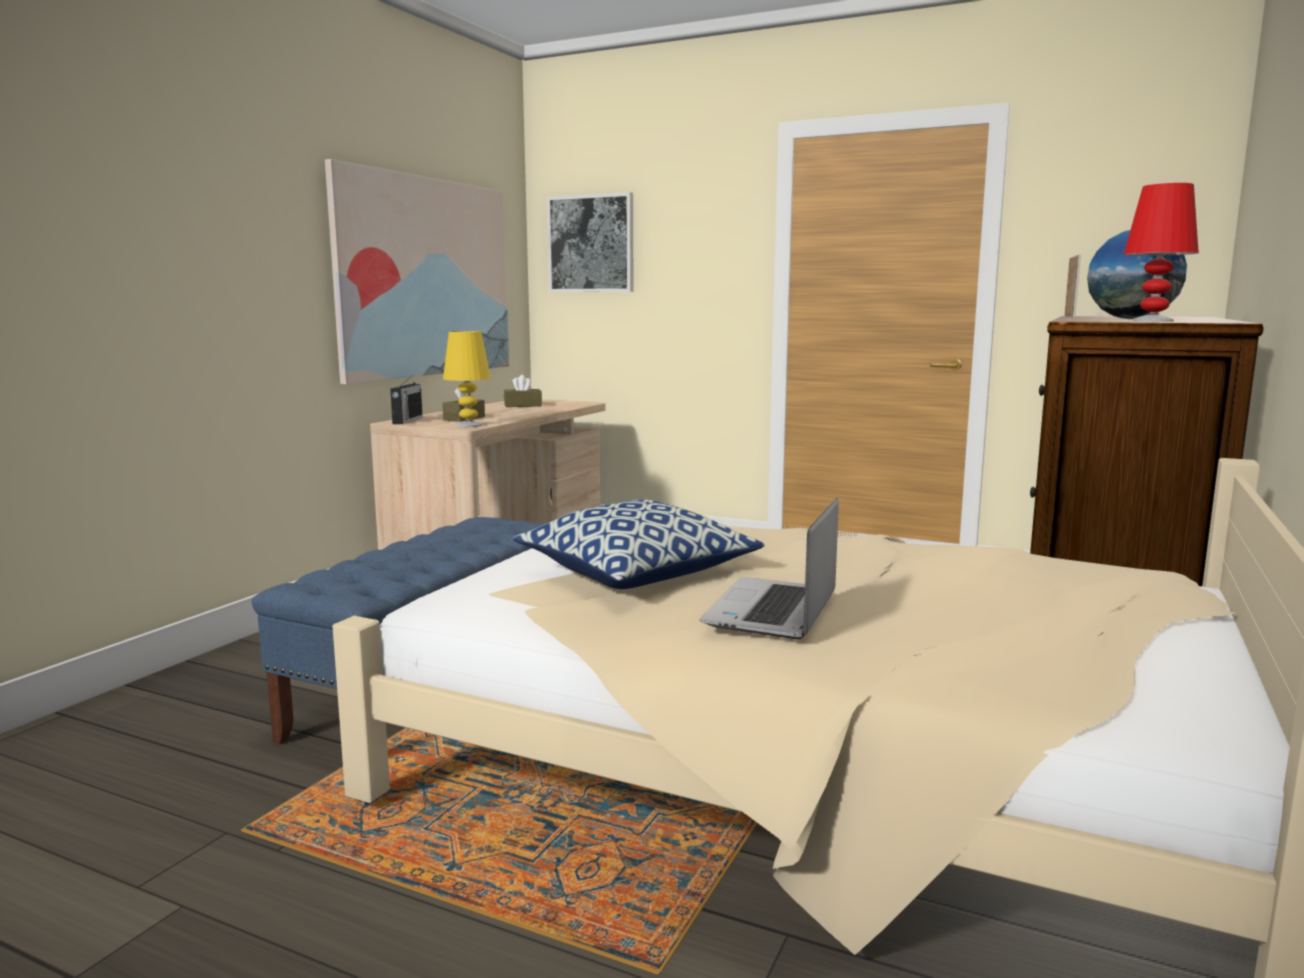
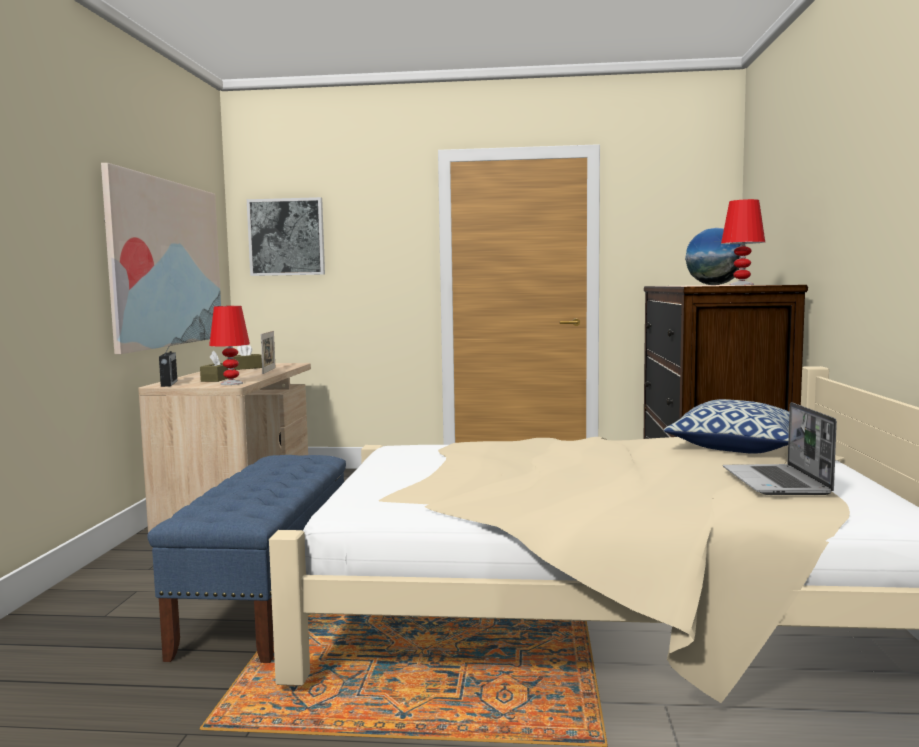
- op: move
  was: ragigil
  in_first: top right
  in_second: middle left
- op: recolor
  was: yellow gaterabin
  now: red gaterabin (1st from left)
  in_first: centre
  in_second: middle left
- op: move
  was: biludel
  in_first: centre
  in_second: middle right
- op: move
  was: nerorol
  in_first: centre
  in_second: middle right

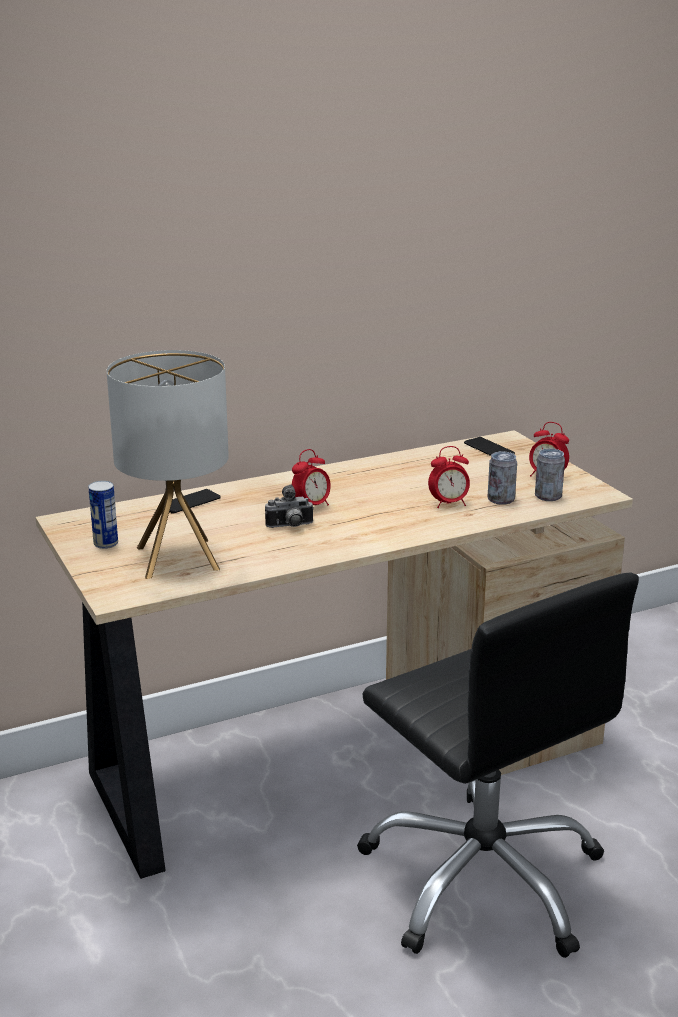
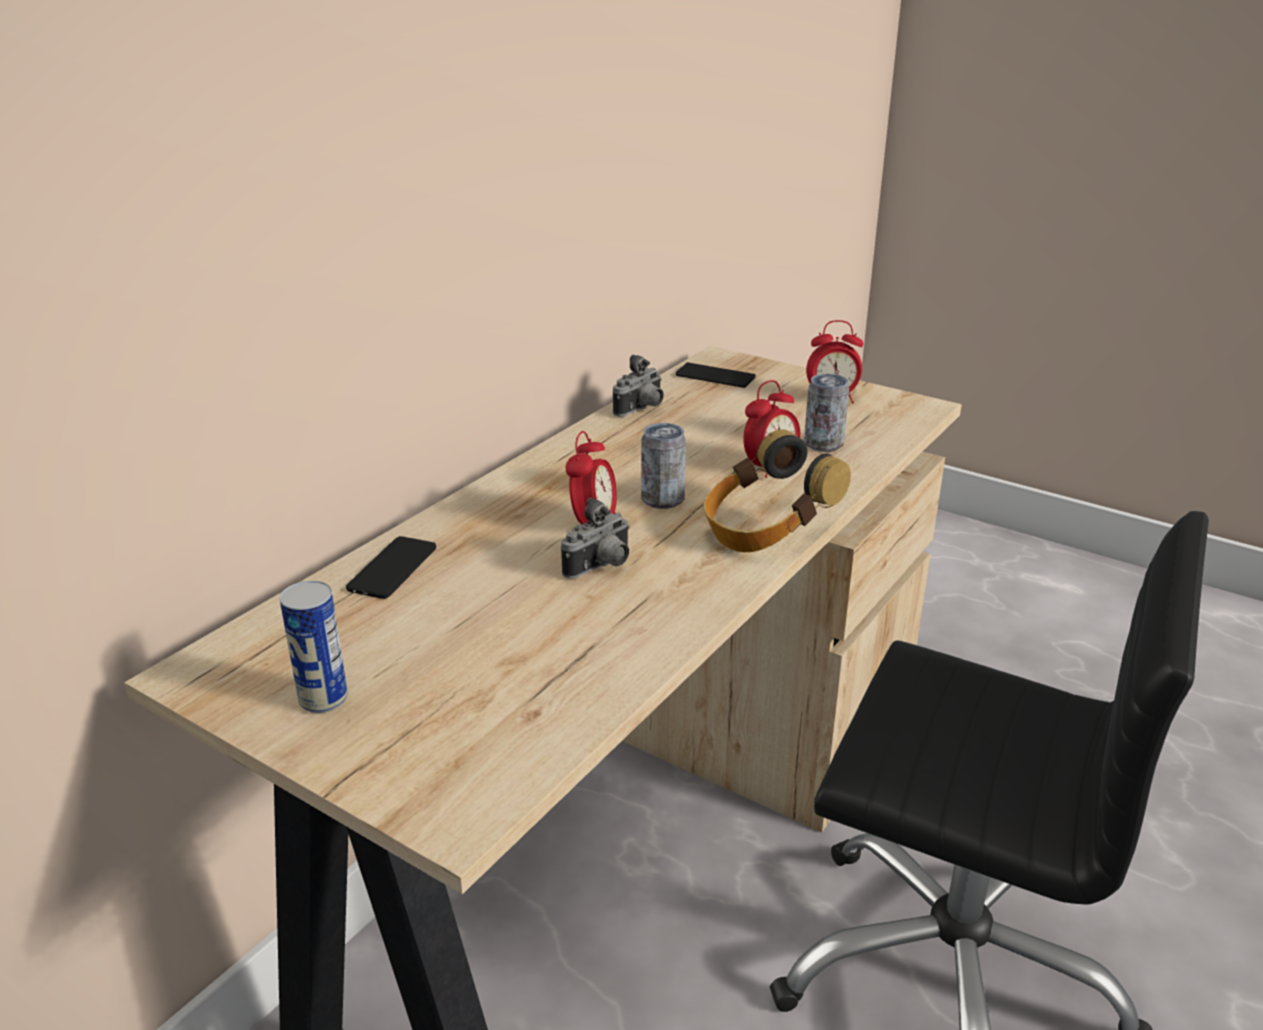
- op: delete
  was: gaterabin
  in_first: middle left
- op: move
  was: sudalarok (3rd from left in the first image)
  now: sudalarok (2nd from left)
  in_first: middle right
  in_second: centre
- op: insert
  now: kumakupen (2nd from left)
  in_second: centre
- op: insert
  now: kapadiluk
  in_second: centre

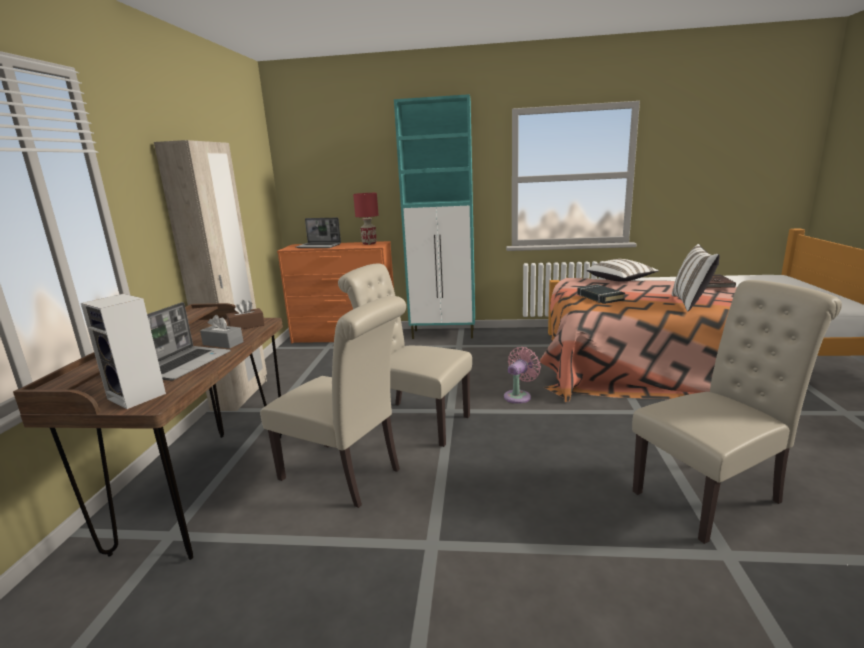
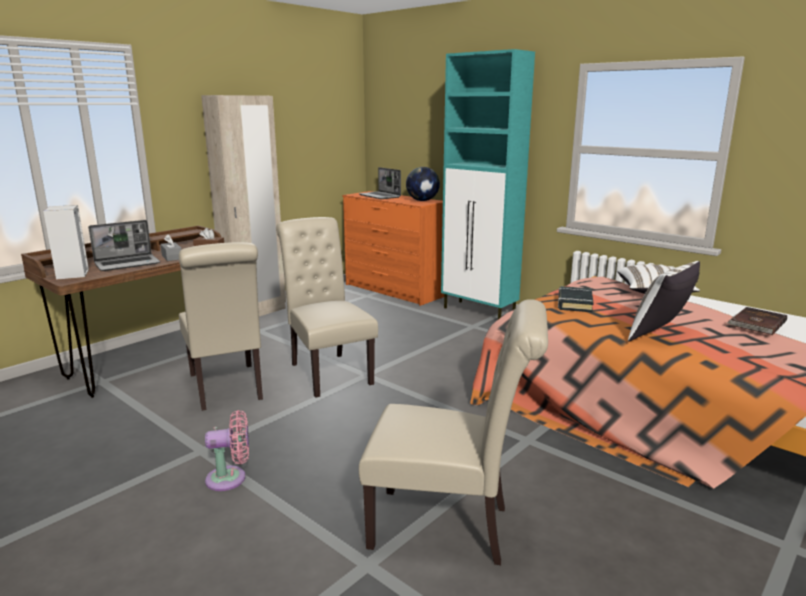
- op: replace
  was: red gaterabin
  now: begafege
  in_first: centre
  in_second: top centre
- op: move
  was: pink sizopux
  in_first: centre
  in_second: bottom left

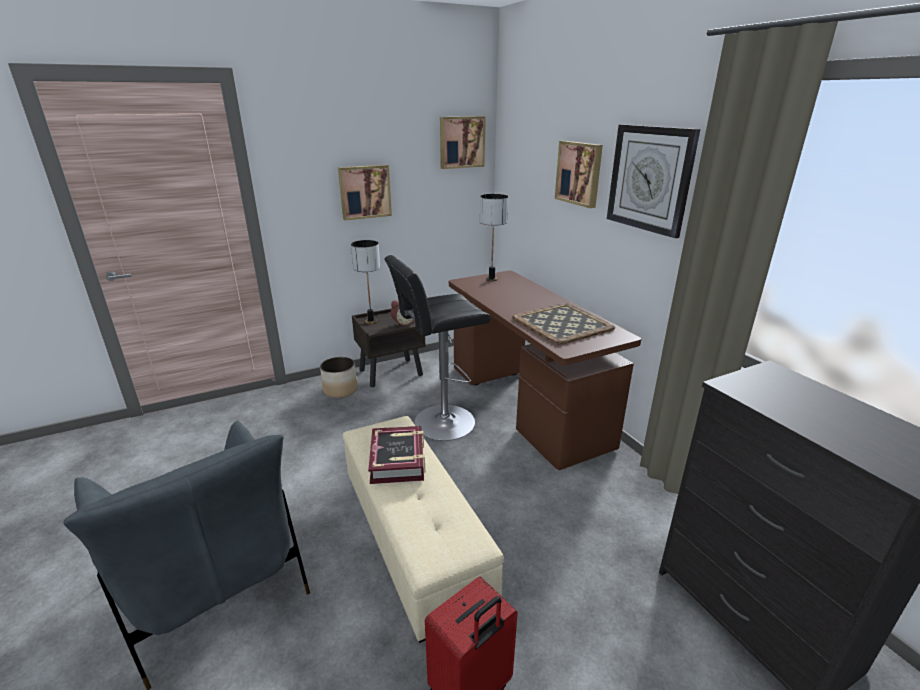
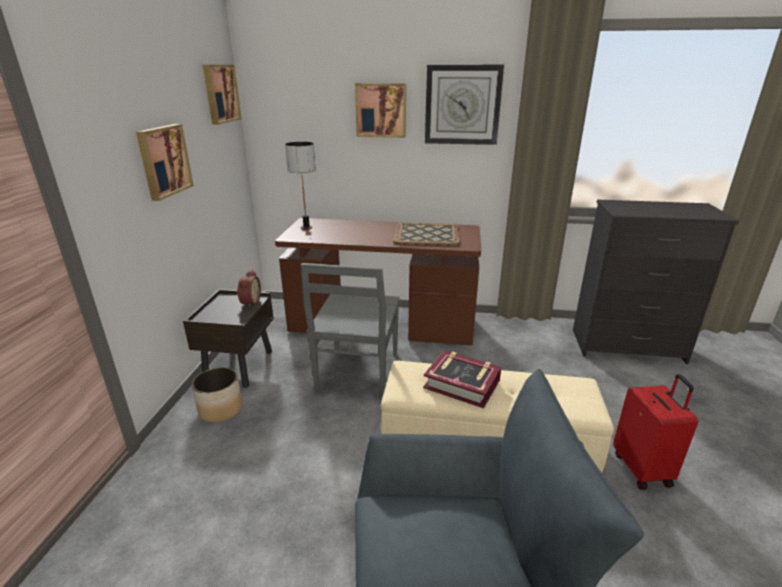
- op: delete
  was: gaterabin (1st from left)
  in_first: centre
- op: replace
  was: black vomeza
  now: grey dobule
  in_first: centre
  in_second: centre

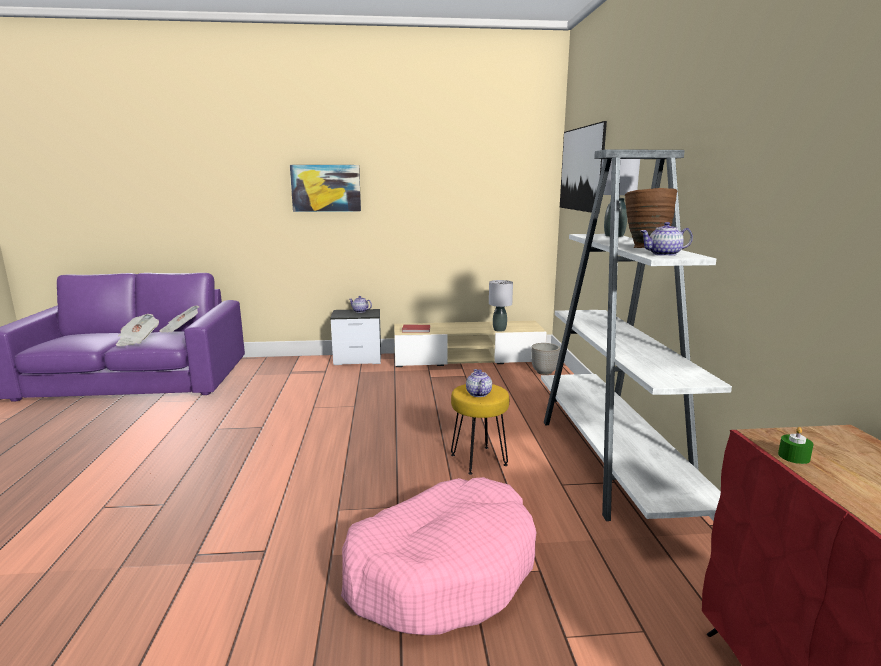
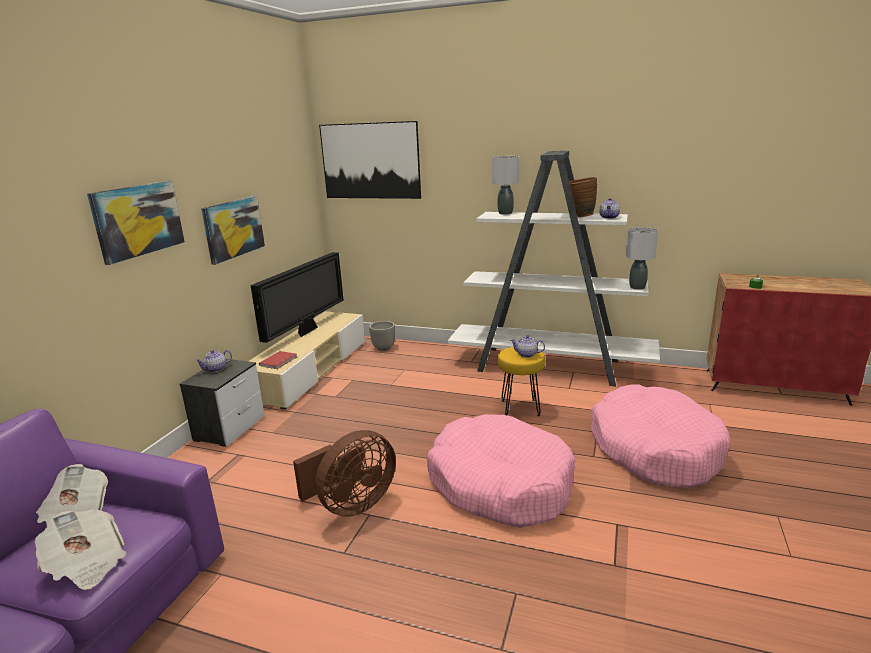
- op: move
  was: grey gaterabin (1st from left in the first image)
  now: grey gaterabin (2nd from left)
  in_first: centre
  in_second: middle right
- op: insert
  now: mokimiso (2nd from left)
  in_second: middle left
- op: insert
  now: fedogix
  in_second: centre
- op: insert
  now: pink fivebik (1st from left)
  in_second: bottom centre
- op: insert
  now: brown sizopux
  in_second: bottom centre

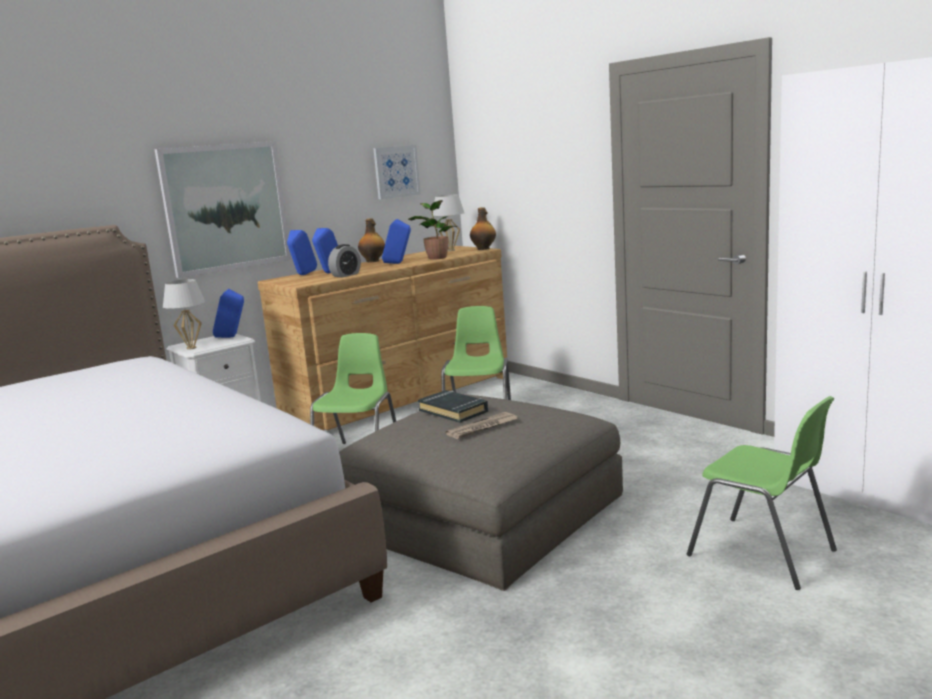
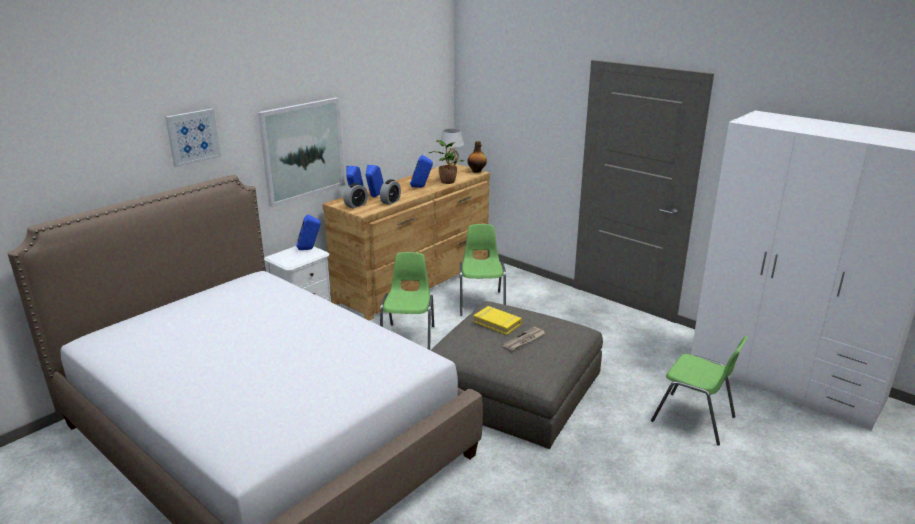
- op: move
  was: mokimiso (2nd from left in the first image)
  now: mokimiso (1st from left)
  in_first: top centre
  in_second: top left
- op: delete
  was: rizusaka (1st from left)
  in_first: centre
- op: delete
  was: white gaterabin (1st from left)
  in_first: middle left
- op: recolor
  was: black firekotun
  now: yellow firekotun
  in_first: centre
  in_second: centre
- op: insert
  now: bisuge (1st from left)
  in_second: centre

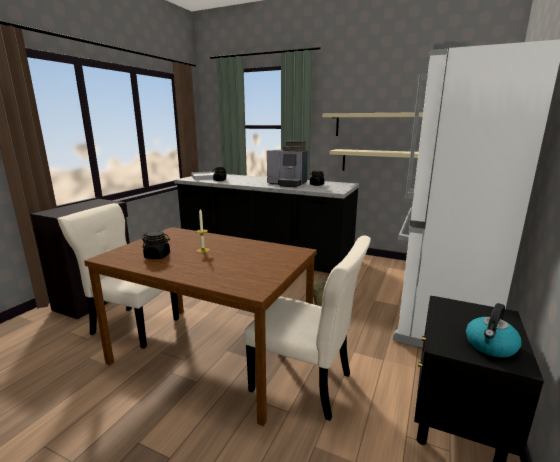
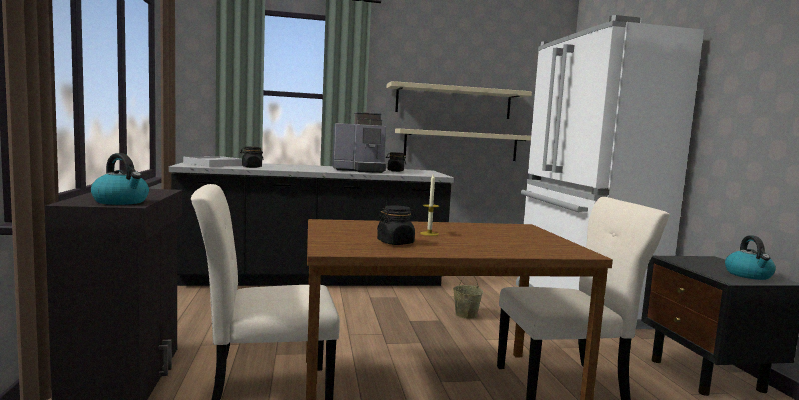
- op: insert
  now: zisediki (1st from left)
  in_second: middle left

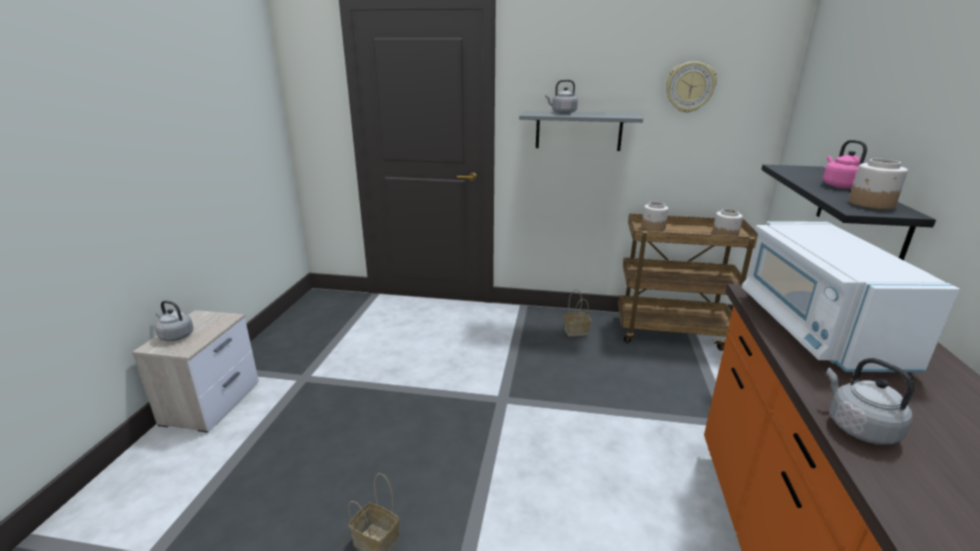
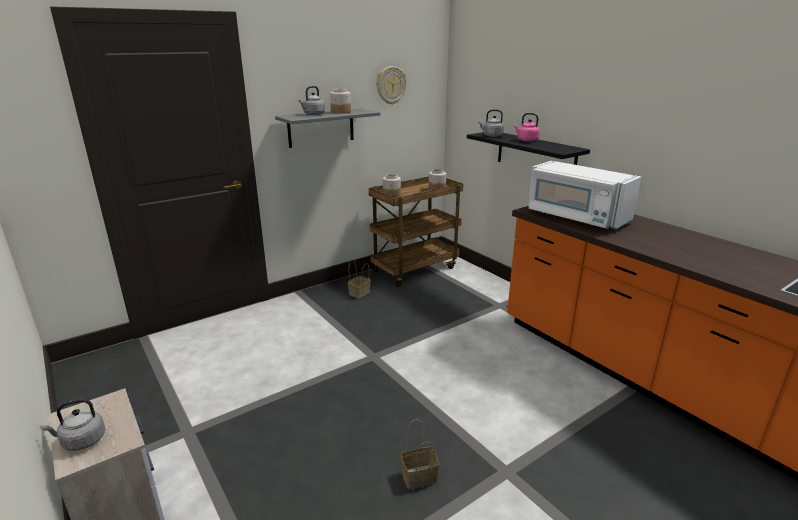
- op: move
  was: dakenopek (3rd from left in the first image)
  now: dakenopek (1st from left)
  in_first: middle right
  in_second: top centre
- op: move
  was: grey zisediki (3rd from left)
  in_first: bottom right
  in_second: top centre

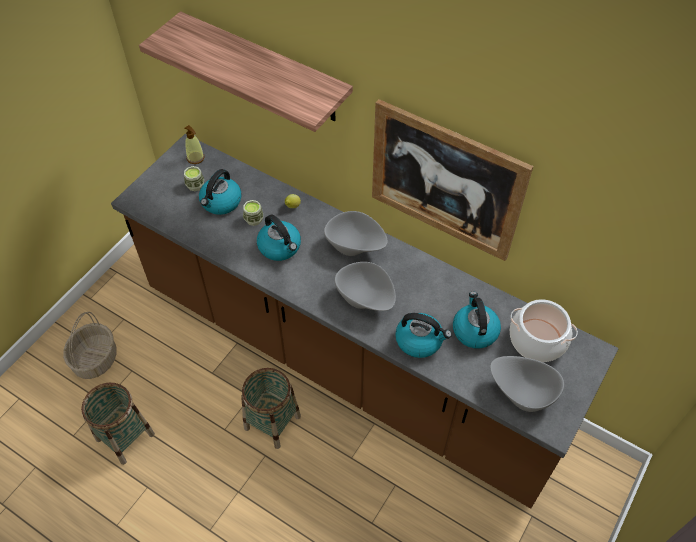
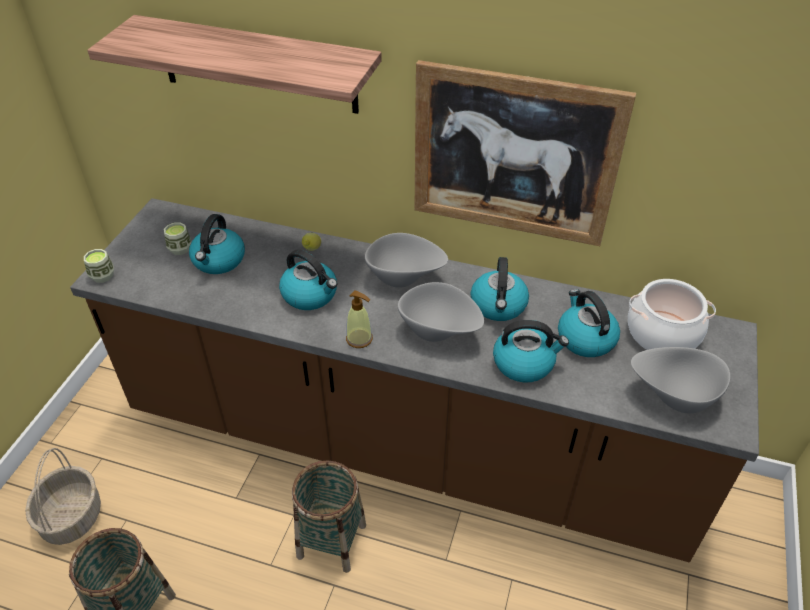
- op: move
  was: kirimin
  in_first: top left
  in_second: centre
- op: move
  was: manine (2nd from left in the first image)
  now: manine (1st from left)
  in_first: centre
  in_second: middle left
- op: insert
  now: zisediki (3rd from left)
  in_second: centre

